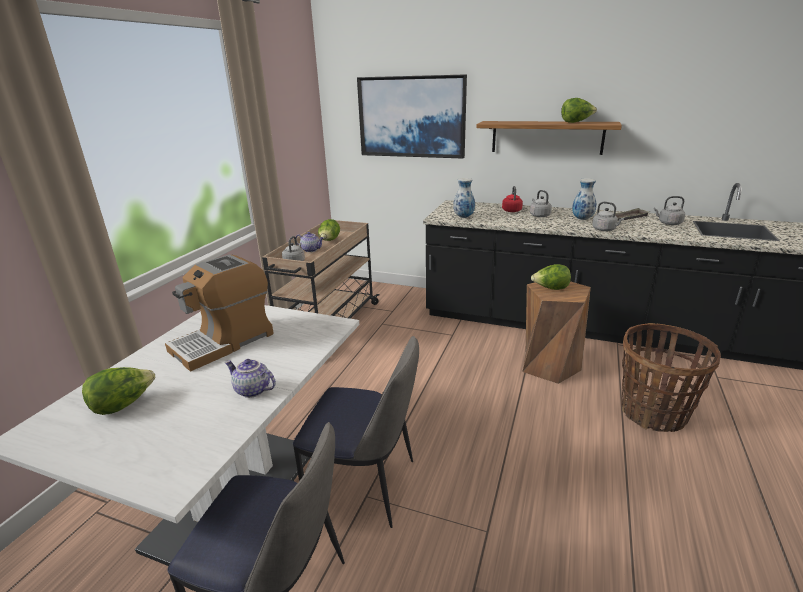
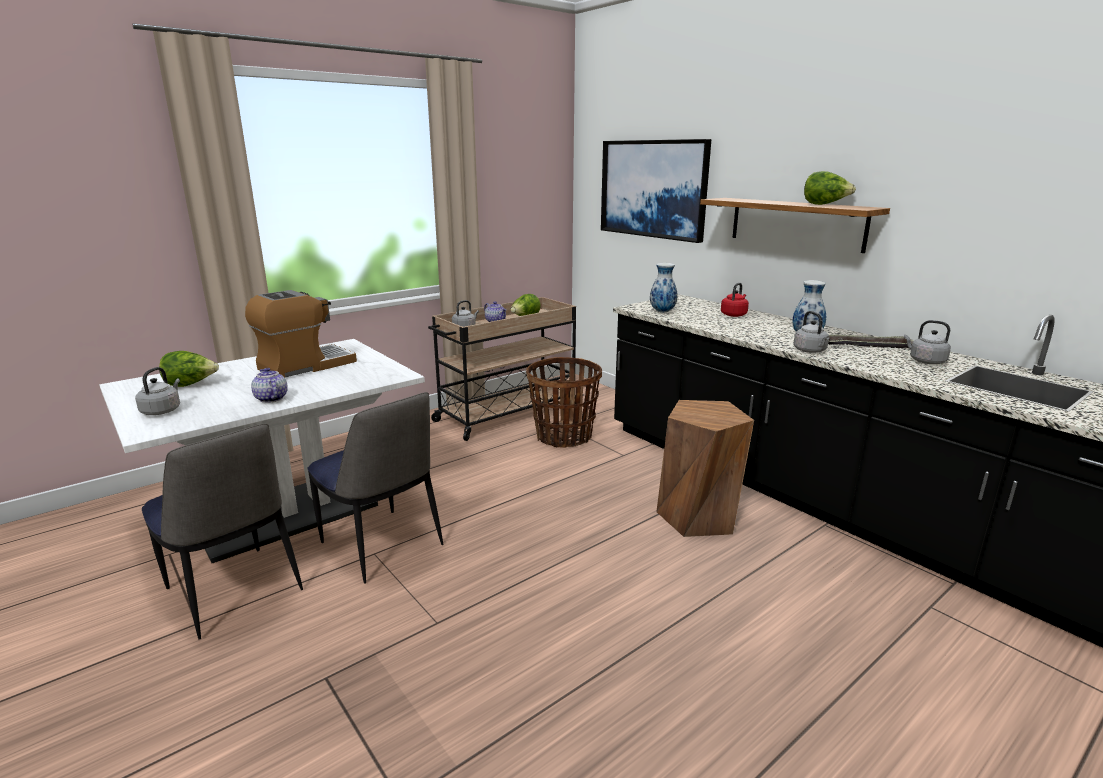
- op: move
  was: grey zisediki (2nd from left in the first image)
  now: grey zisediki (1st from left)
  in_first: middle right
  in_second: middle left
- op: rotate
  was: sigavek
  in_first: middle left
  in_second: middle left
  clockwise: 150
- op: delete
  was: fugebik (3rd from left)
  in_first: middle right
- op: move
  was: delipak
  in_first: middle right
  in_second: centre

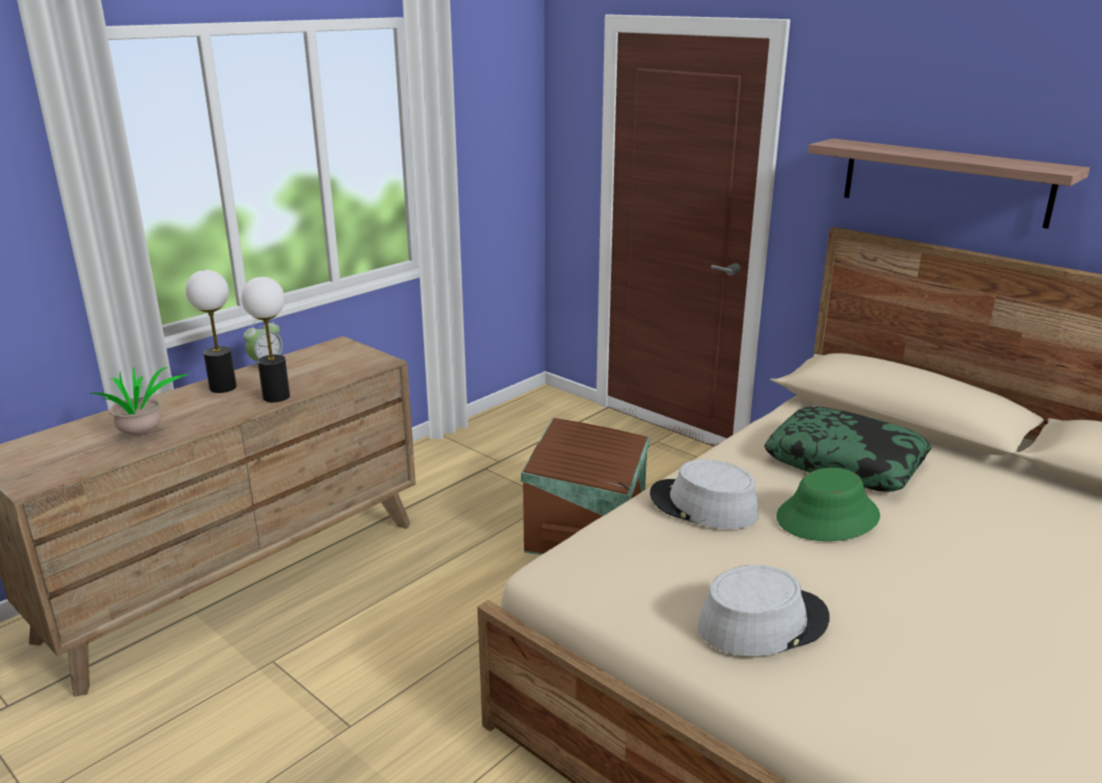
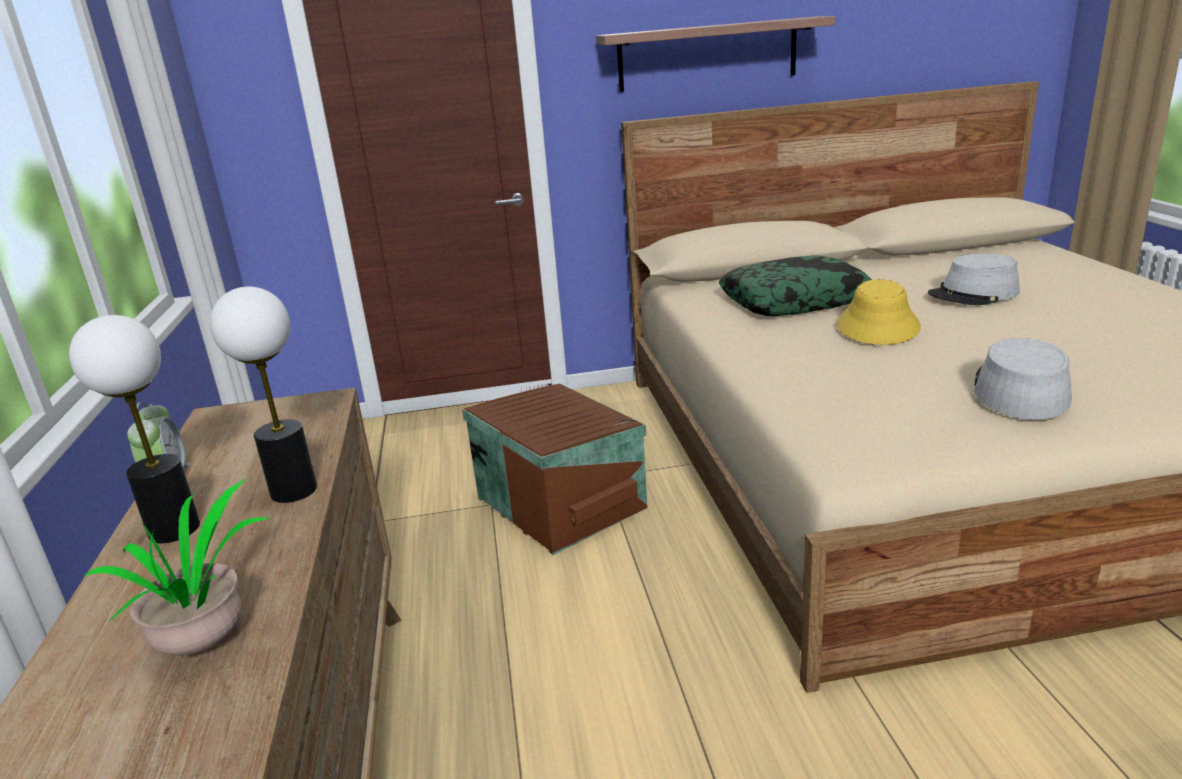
- op: move
  was: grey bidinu (1st from left)
  in_first: centre
  in_second: middle right
- op: recolor
  was: green bidinu
  now: yellow bidinu
  in_first: middle right
  in_second: middle right

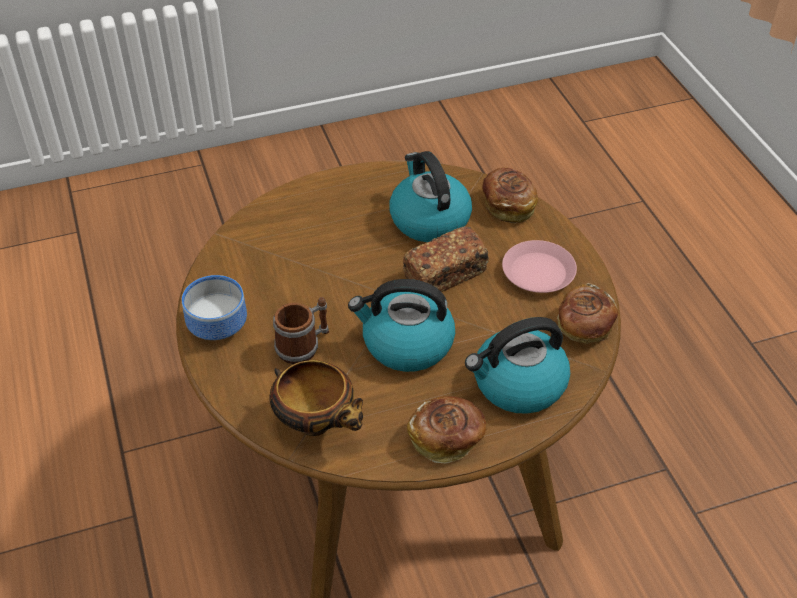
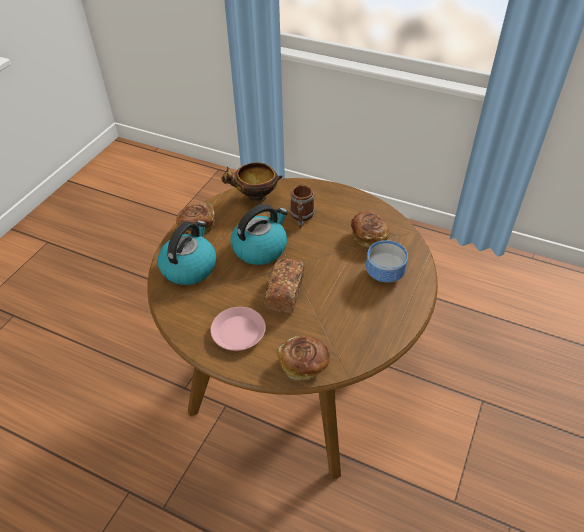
- op: delete
  was: zisediki (2nd from left)
  in_first: top centre
- op: move
  was: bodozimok (1st from left in the first image)
  now: bodozimok (2nd from left)
  in_first: middle left
  in_second: centre
- op: move
  was: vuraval (4th from left)
  in_first: middle right
  in_second: centre

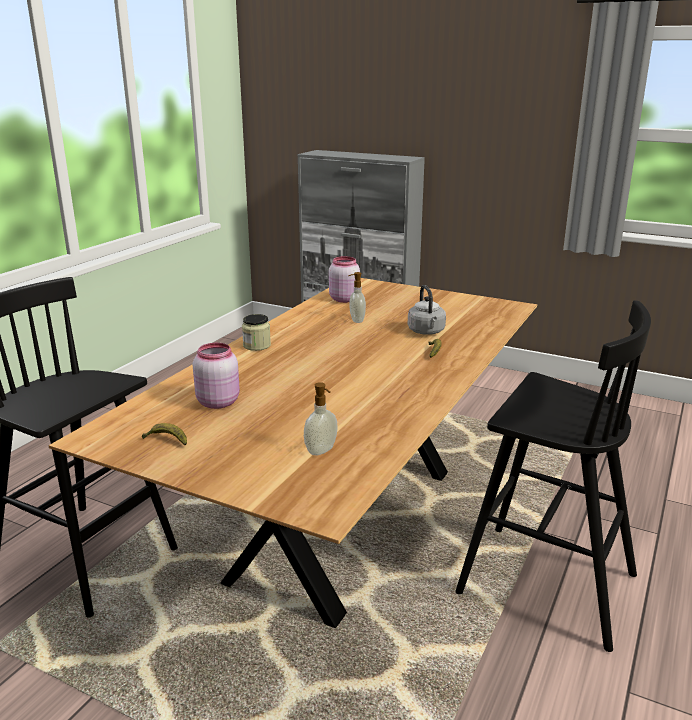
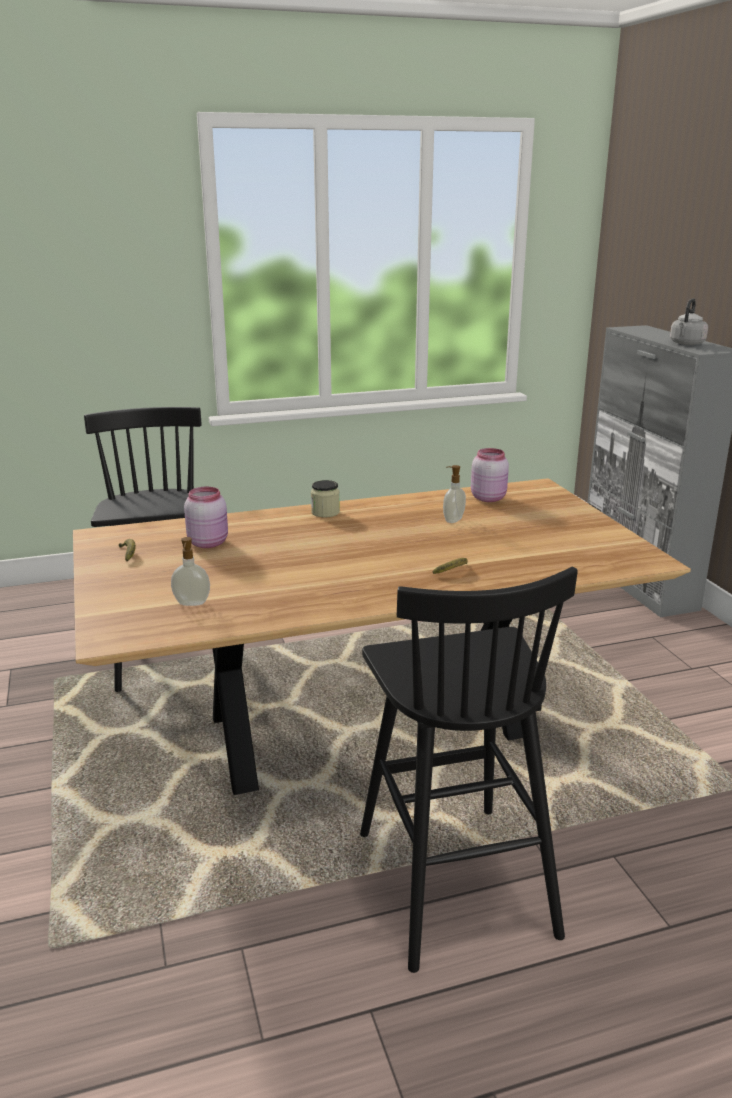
- op: move
  was: grey zisediki
  in_first: centre
  in_second: top right

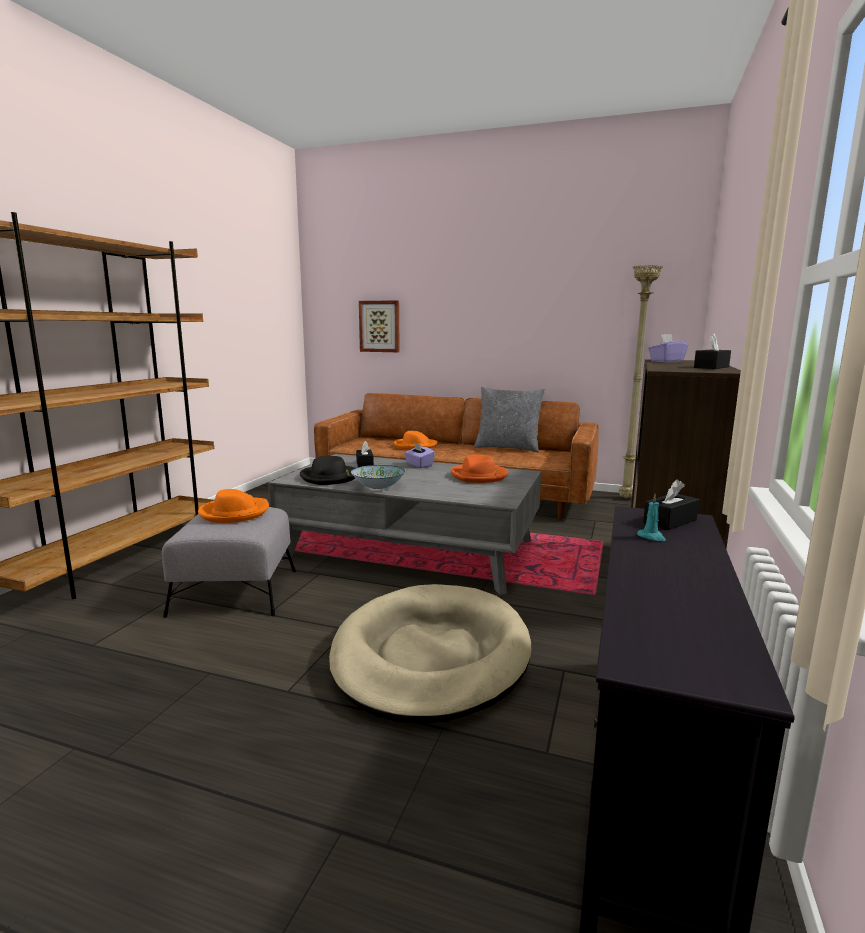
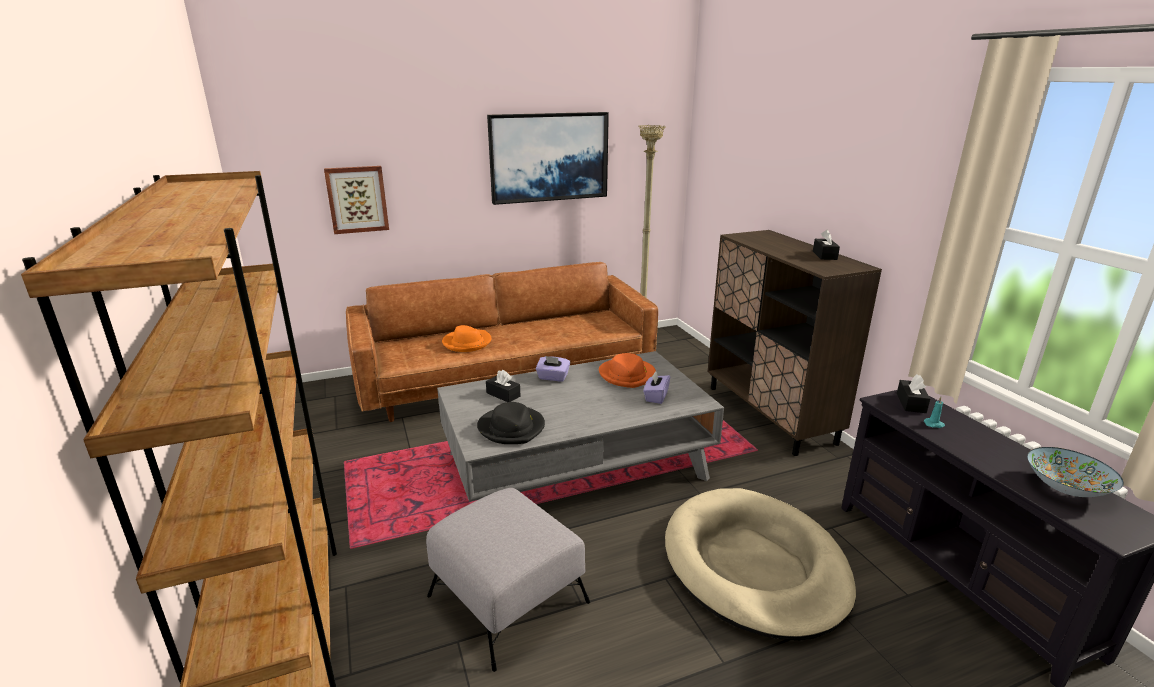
- op: move
  was: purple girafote (2nd from left)
  in_first: middle right
  in_second: centre
- op: delete
  was: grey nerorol
  in_first: centre
- op: move
  was: bodozimok
  in_first: centre
  in_second: bottom right
- op: delete
  was: orange bidinu (1st from left)
  in_first: middle left
- op: insert
  now: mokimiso (2nd from left)
  in_second: top centre

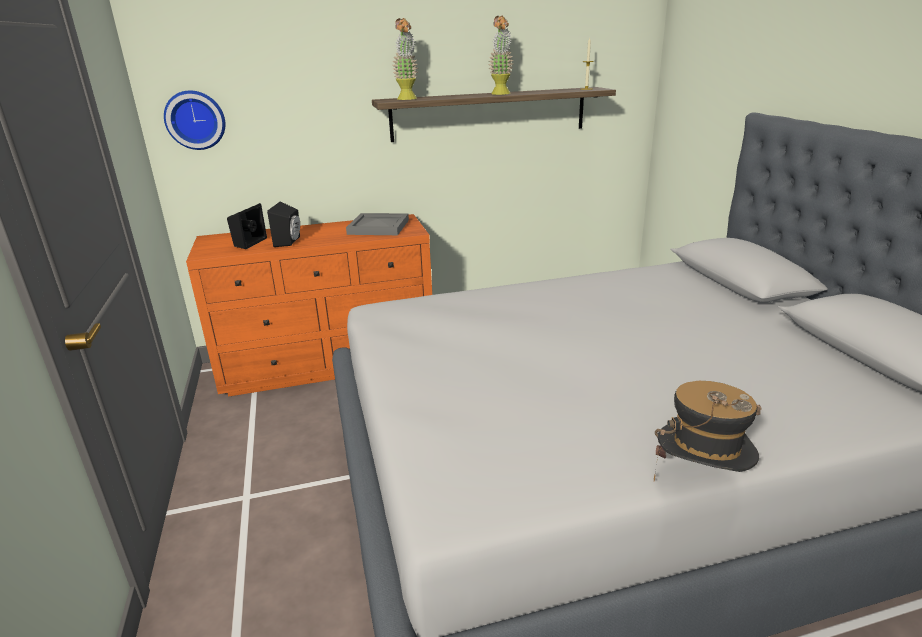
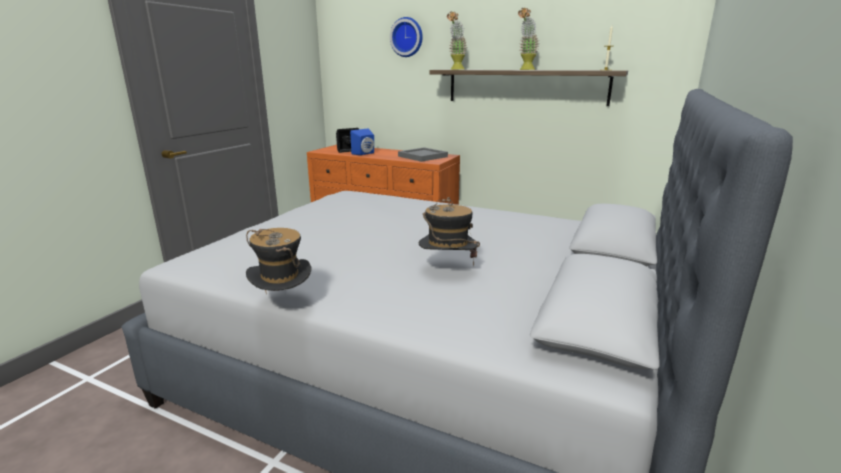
- op: move
  was: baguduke
  in_first: top left
  in_second: top centre
- op: recolor
  was: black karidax (2nd from left)
  now: blue karidax
  in_first: middle left
  in_second: top centre
- op: insert
  now: bidinu (2nd from left)
  in_second: centre

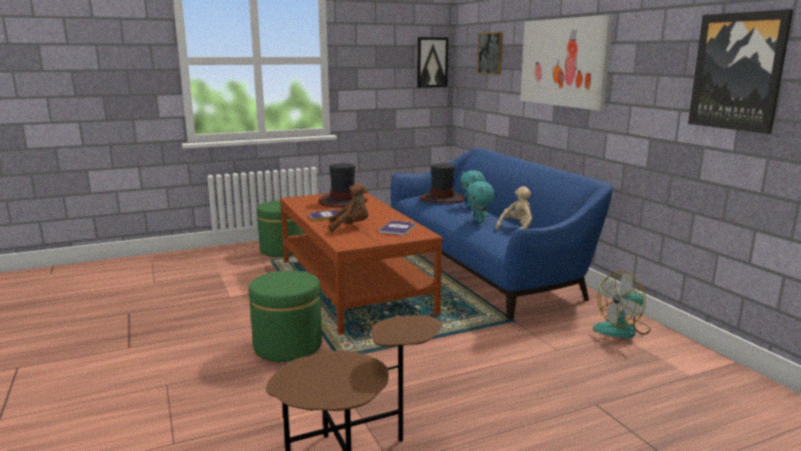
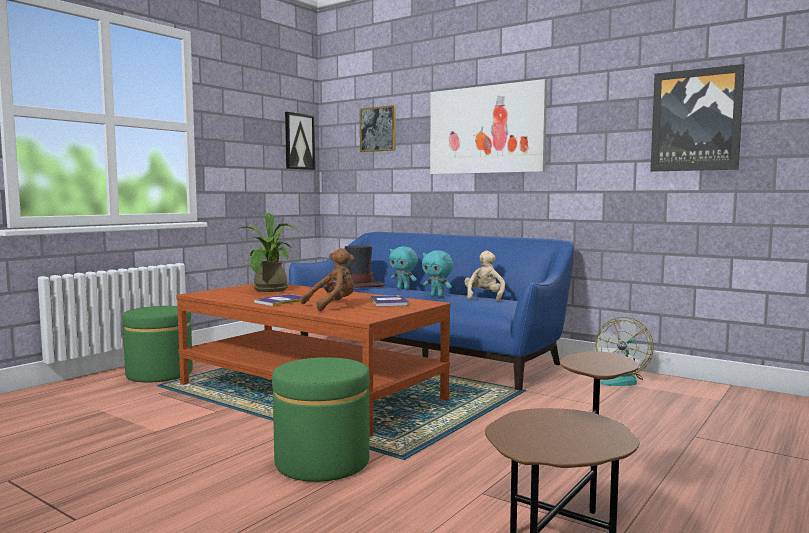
- op: replace
  was: bidinu (1st from left)
  now: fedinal
  in_first: centre
  in_second: middle left

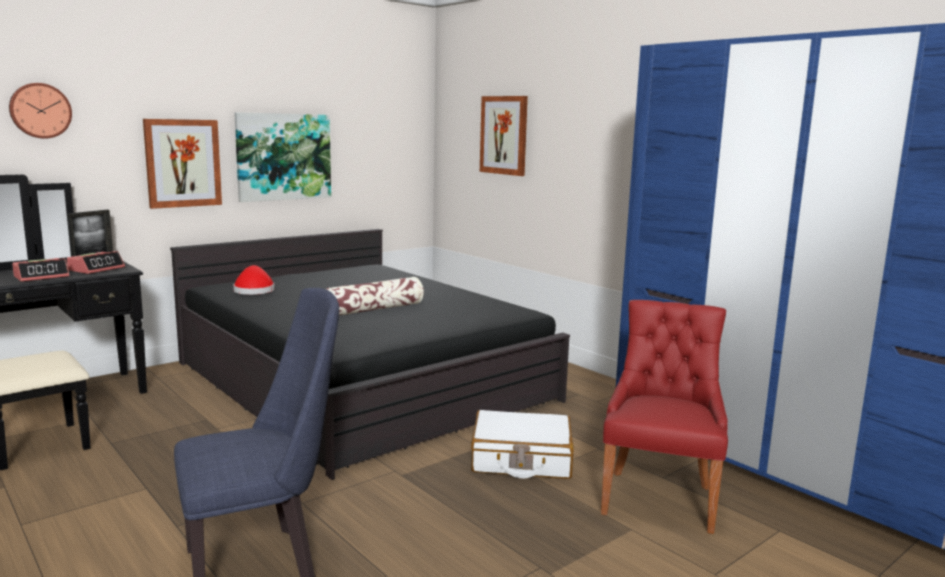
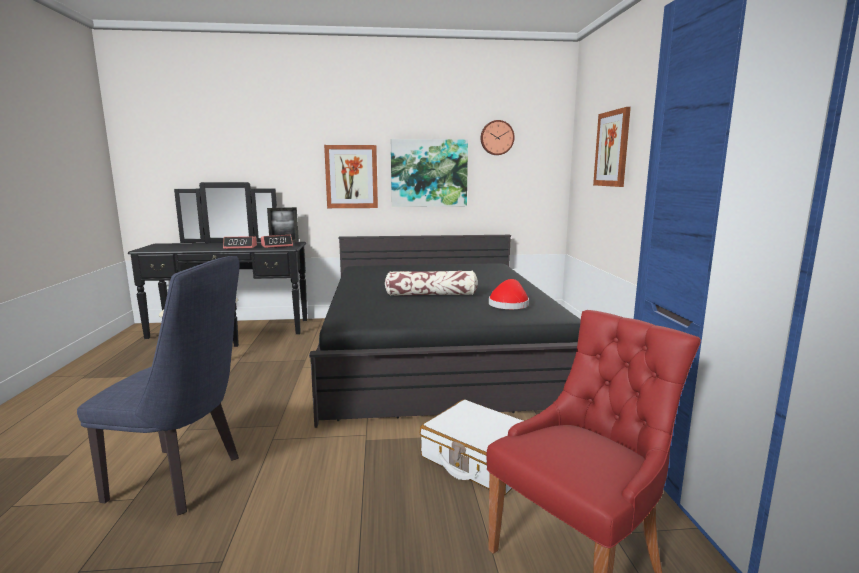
- op: move
  was: baguduke
  in_first: top left
  in_second: top centre
- op: move
  was: red bidinu
  in_first: middle left
  in_second: centre

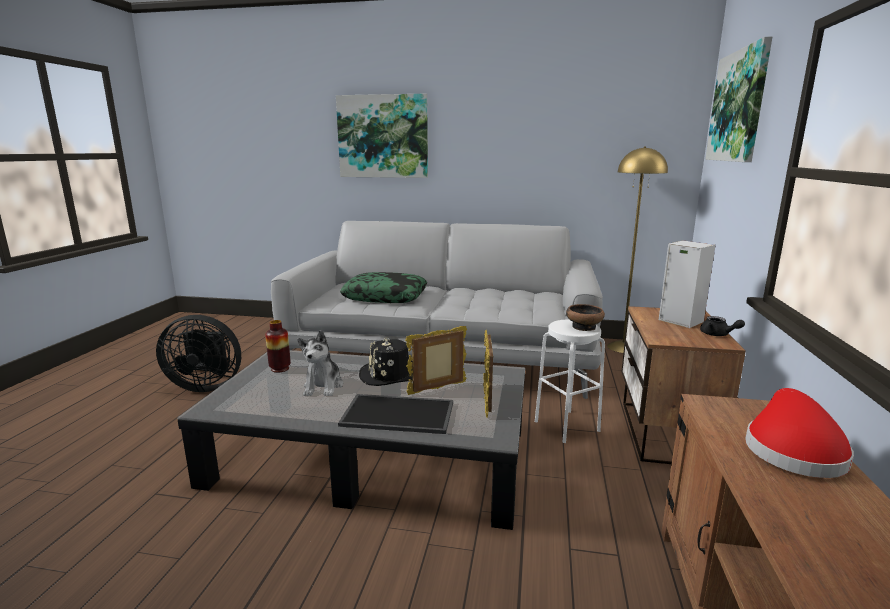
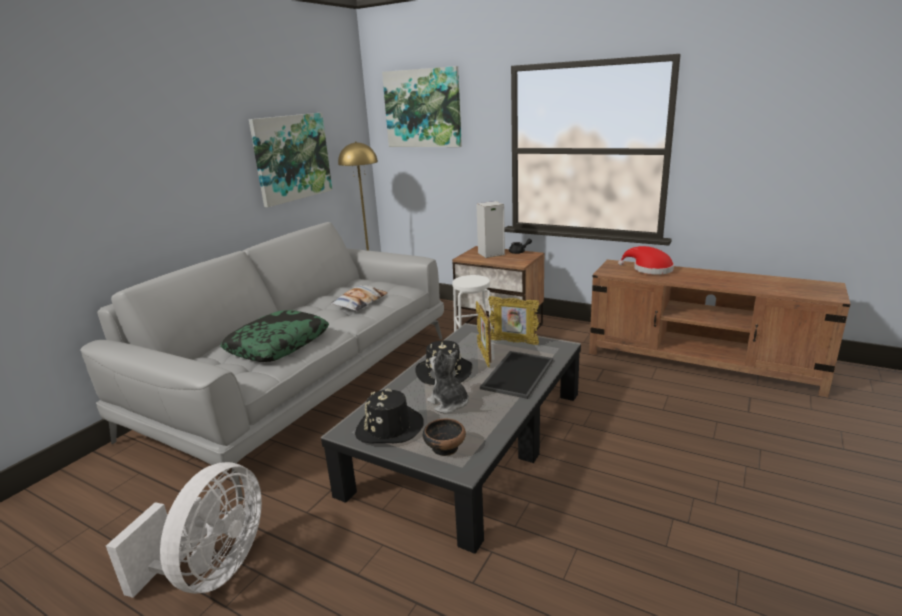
- op: move
  was: mokimiso (1st from left)
  in_first: top centre
  in_second: top left
- op: move
  was: bodozimok
  in_first: centre
  in_second: bottom centre
- op: recolor
  was: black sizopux
  now: white sizopux
  in_first: middle left
  in_second: bottom left
- op: replace
  was: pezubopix
  now: black bidinu (1st from left)
  in_first: middle left
  in_second: bottom centre
- op: rotate
  was: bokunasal
  in_first: centre
  in_second: centre
  clockwise: -150
- op: insert
  now: nerorol (2nd from left)
  in_second: centre

